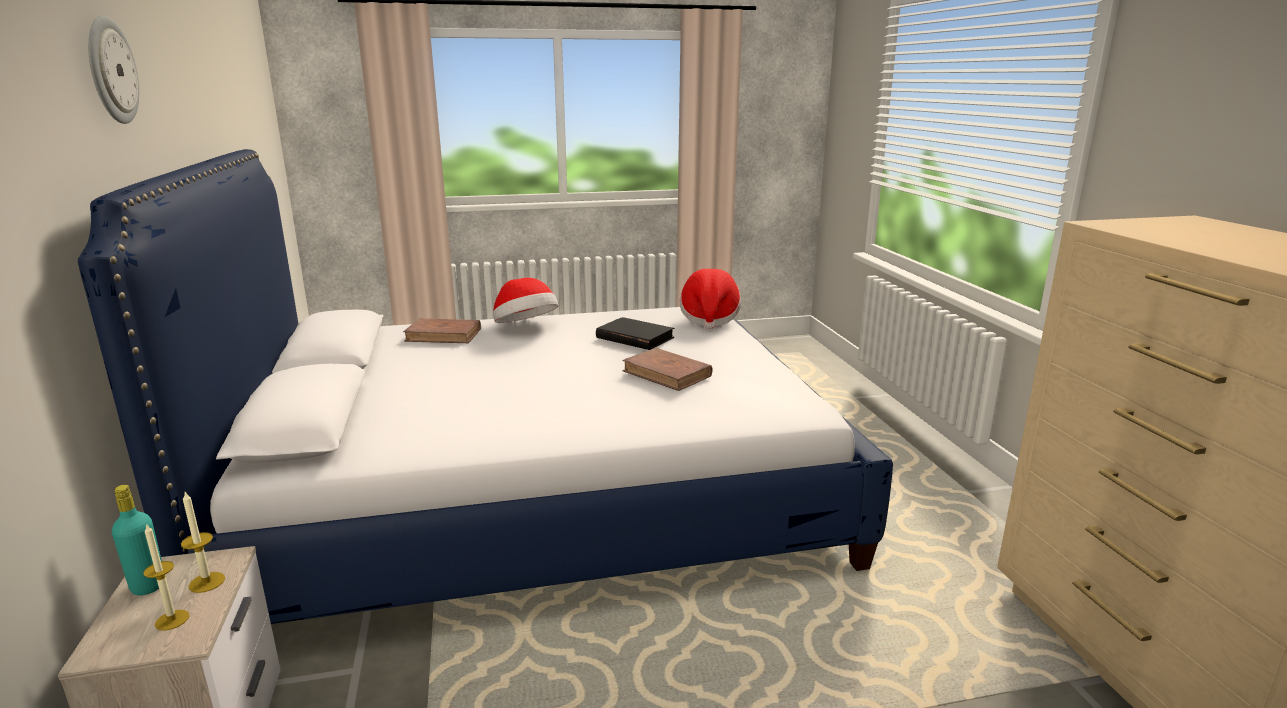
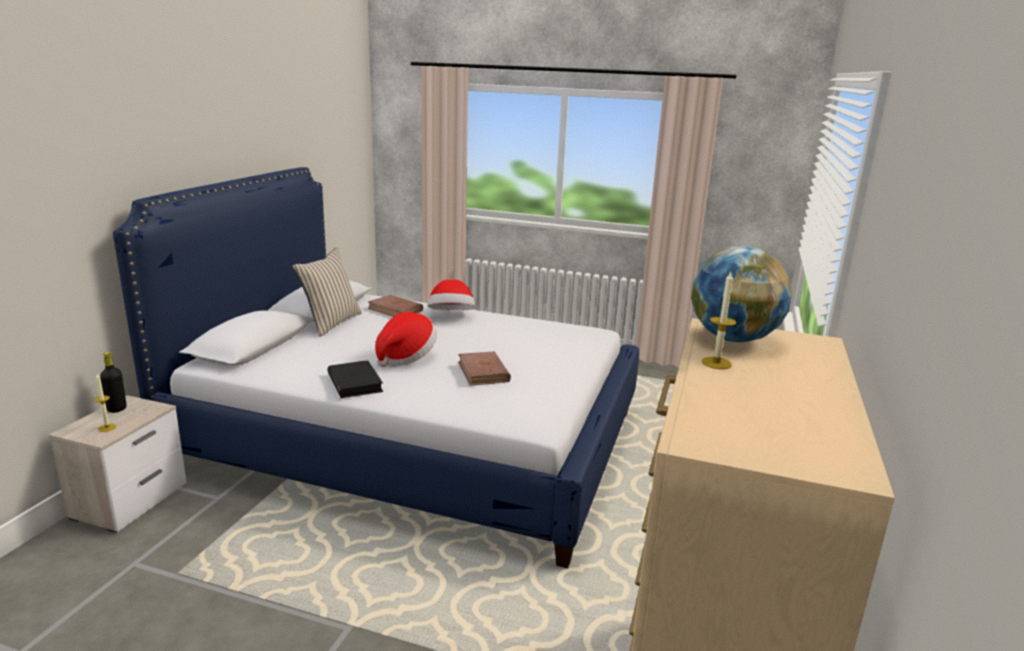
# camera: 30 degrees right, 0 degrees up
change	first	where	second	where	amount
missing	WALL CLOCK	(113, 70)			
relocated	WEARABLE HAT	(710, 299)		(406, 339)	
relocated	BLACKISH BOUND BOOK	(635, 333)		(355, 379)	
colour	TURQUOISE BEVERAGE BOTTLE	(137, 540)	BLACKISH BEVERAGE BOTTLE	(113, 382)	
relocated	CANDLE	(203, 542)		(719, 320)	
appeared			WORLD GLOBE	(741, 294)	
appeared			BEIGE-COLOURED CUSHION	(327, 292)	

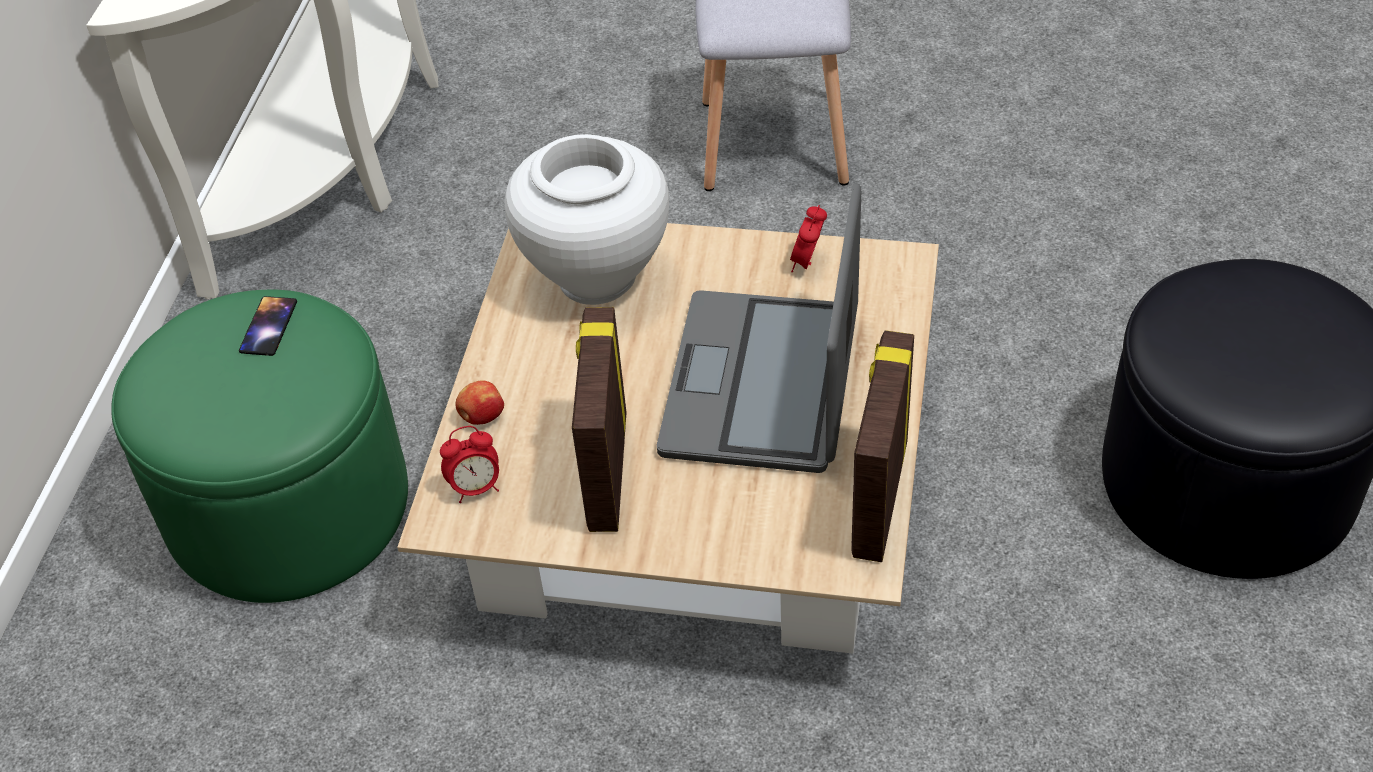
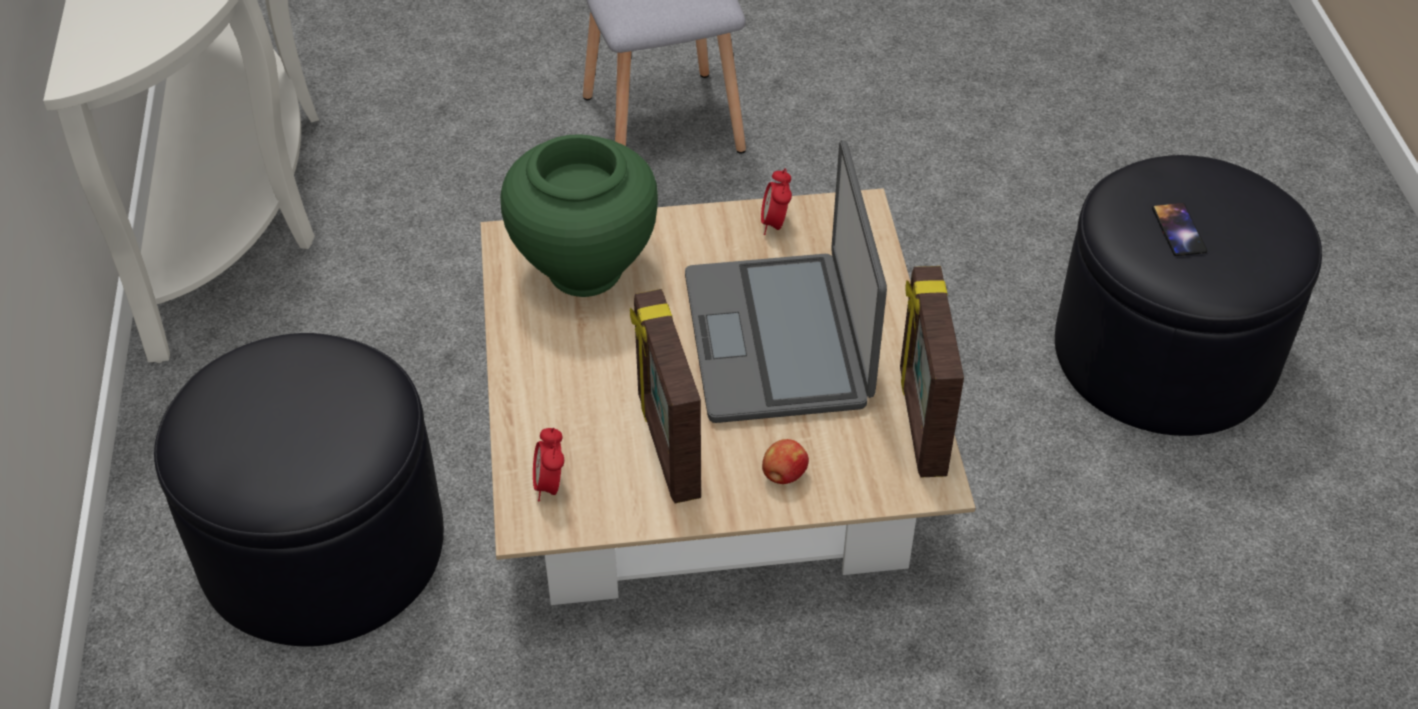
# camera: 20 degrees left, 0 degrees up
change	first	where	second	where	amount
colour	WHITE DECORATIVE VASE	(587, 219)	GREENISH DECORATIVE VASE	(579, 215)	
colour	GREENISH OTTOMAN	(259, 446)	BLACKISH OTTOMAN	(299, 490)	
relocated	TELEPHONE	(268, 326)		(1179, 229)	
relocated	APPLE	(479, 402)		(785, 461)	
spun	BEDSIDE CLOCK	(469, 464)		(548, 464)	120 degrees clockwise

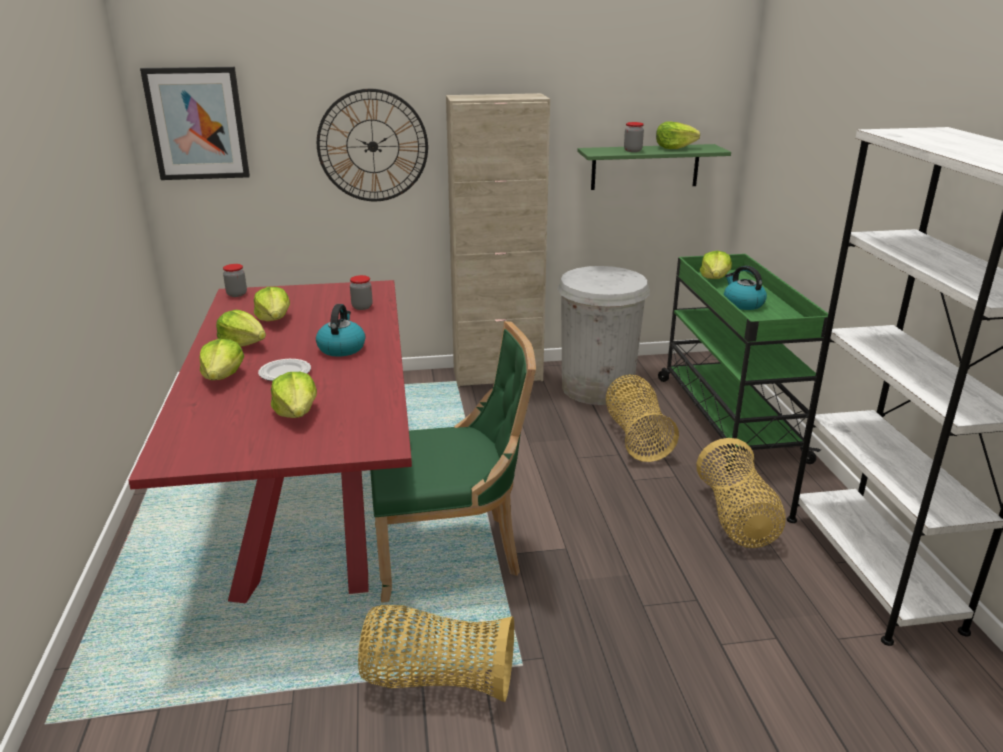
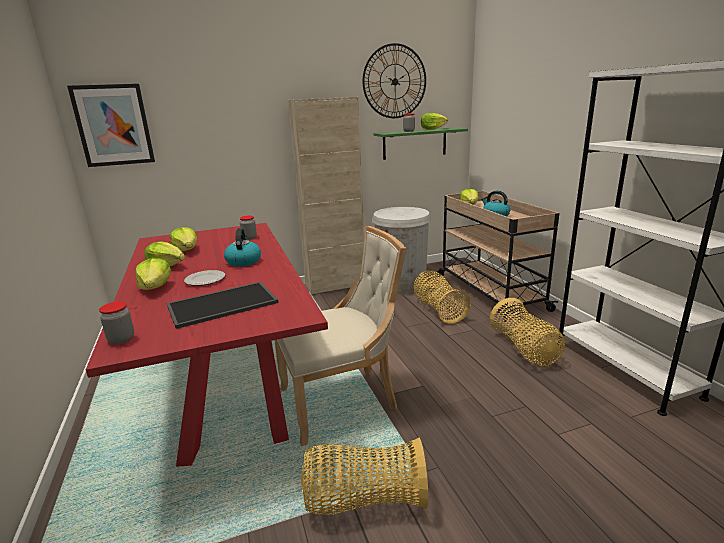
# camera: 10 degrees left, 5 degrees down
change	first	where	second	where	amount
relocated	WALL CLOCK	(372, 145)		(394, 80)	
colour	GREENISH TROLLEY	(743, 362)	BEIGE-COLOURED TROLLEY	(498, 256)	
relocated	JAR	(235, 280)		(116, 323)	
colour	GREENISH PLAIN CHAIR	(453, 462)	BEIGE-COLOURED PLAIN CHAIR	(340, 336)	
exchanged	LETTUCE HEAD	(294, 395)	CARRYING TRAY	(222, 305)	

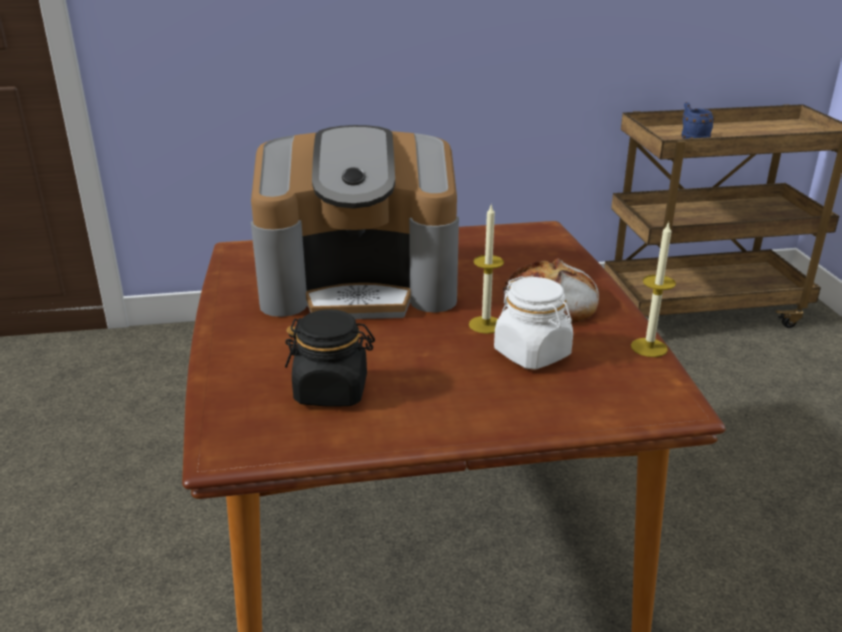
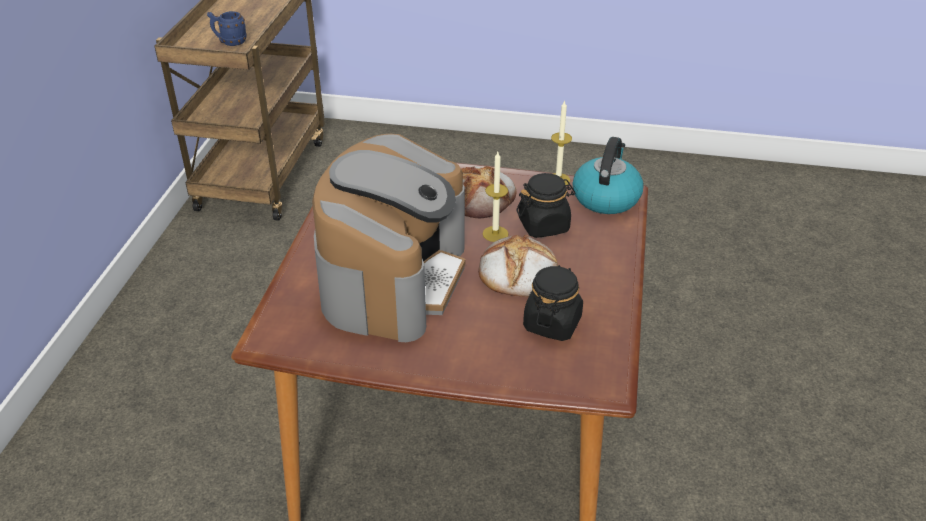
# camera: 70 degrees left, 10 degrees up
change	first	where	second	where	amount
colour	WHITE JAR	(533, 323)	BLACKISH JAR	(546, 205)	
appeared			KETTLE	(608, 175)	
appeared			BAKERY BREAD	(518, 266)	

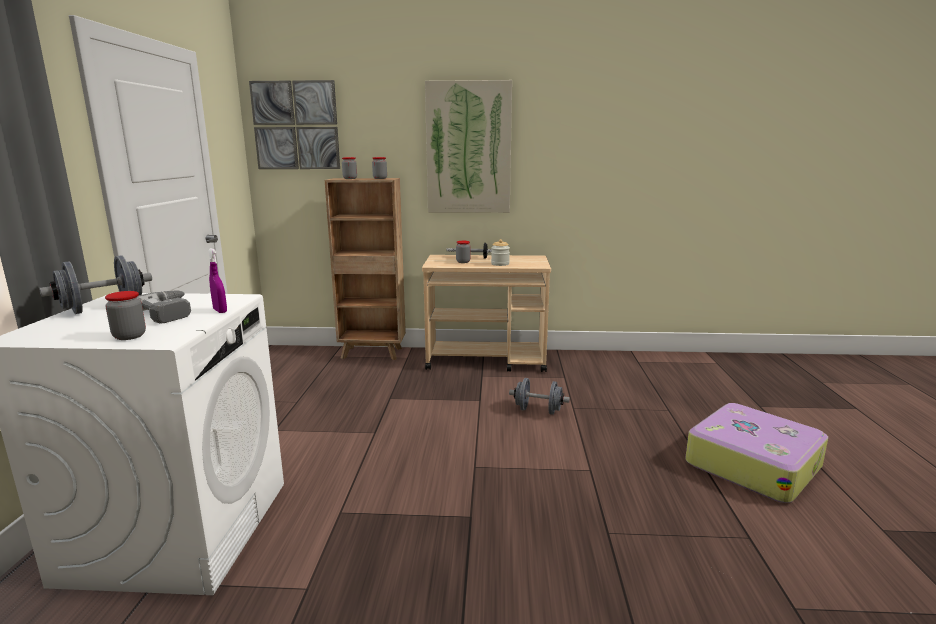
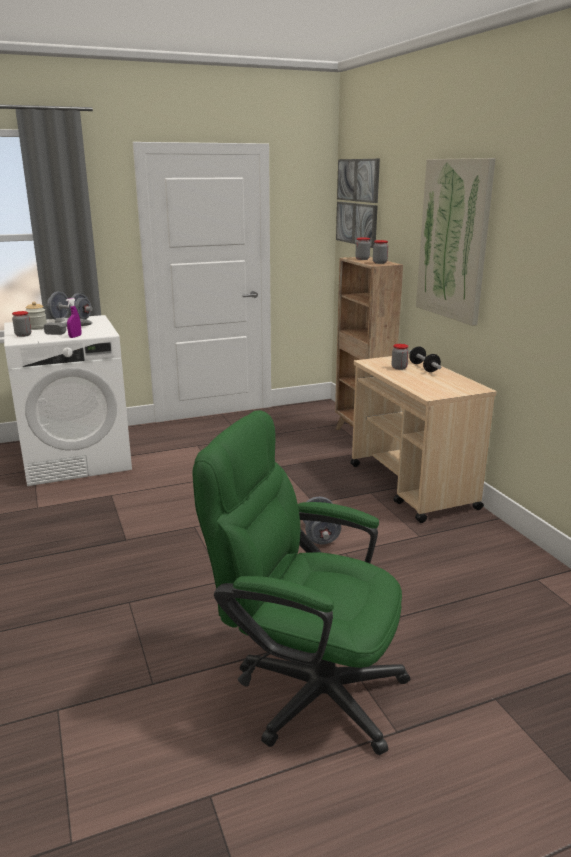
# camera: 65 degrees right, 5 degrees up
change	first	where	second	where	amount
relocated	JAR	(500, 252)		(36, 316)	
exchanged	TRAVEL CASE	(756, 453)	GREENISH OFFICE CHAIR	(301, 582)	

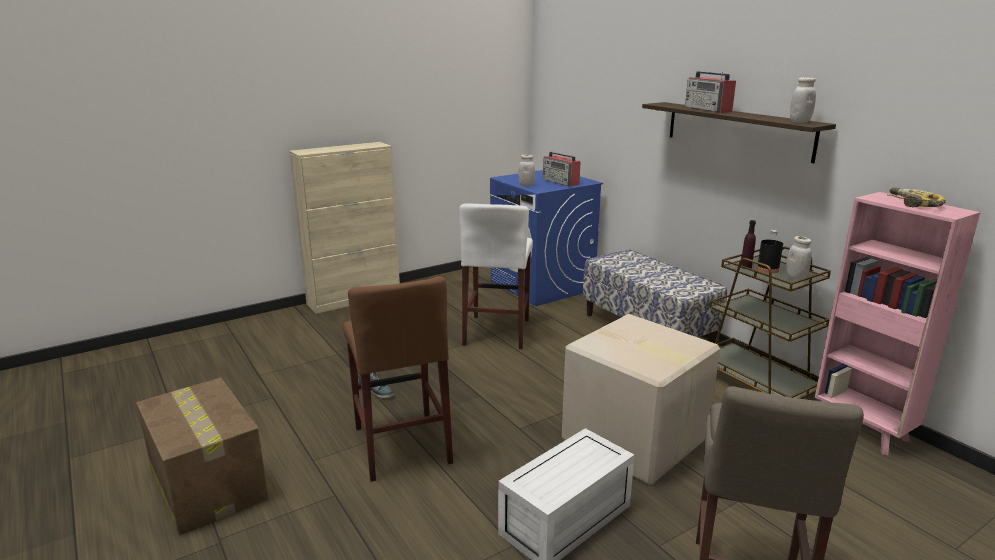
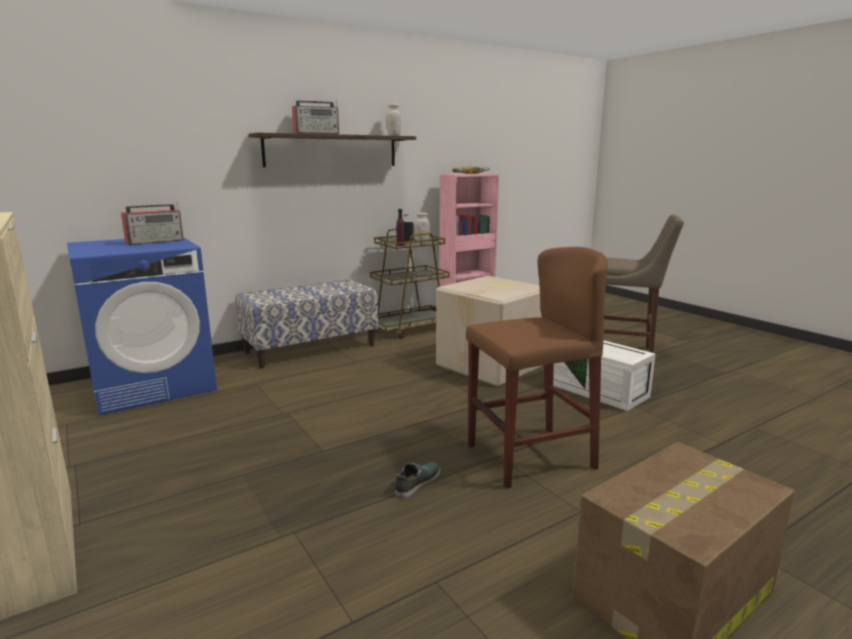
# camera: 90 degrees left, 5 degrees down
change	first	where	second	where	amount
missing	WHITE JAR	(527, 170)			
missing	WHITE STOOL SEAT	(496, 276)			

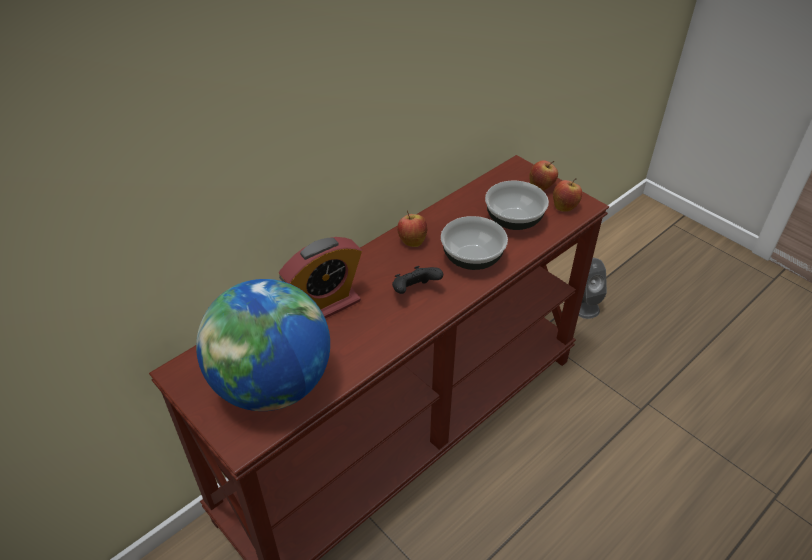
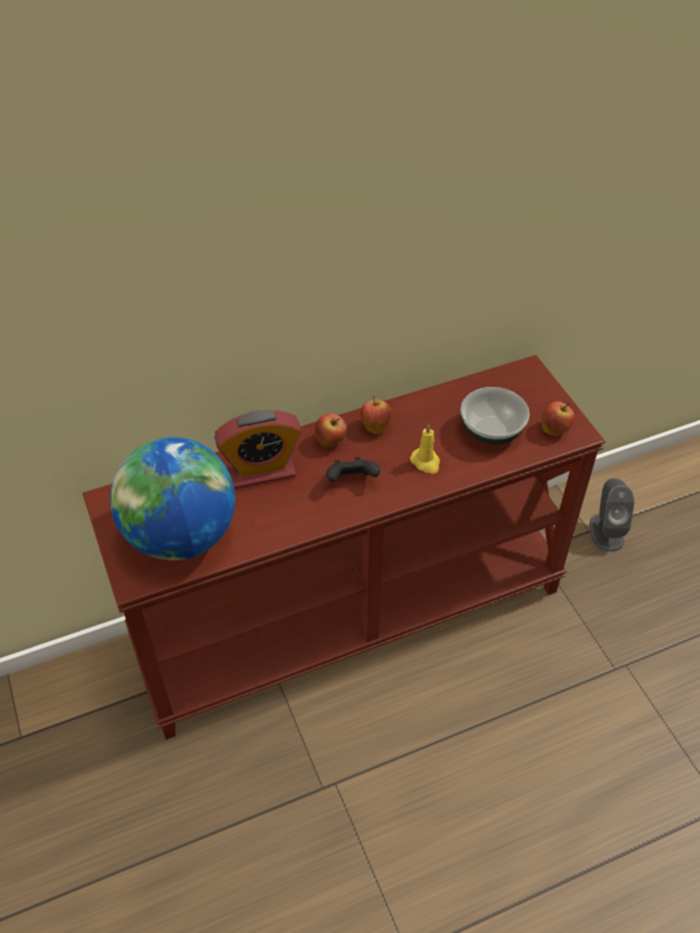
# camera: 20 degrees right, 5 degrees up
change	first	where	second	where	amount
relocated	APPLE	(543, 175)		(330, 430)	
exchanged	SERVING BOWL	(474, 243)	YELLOWISH CANDLE	(425, 449)	

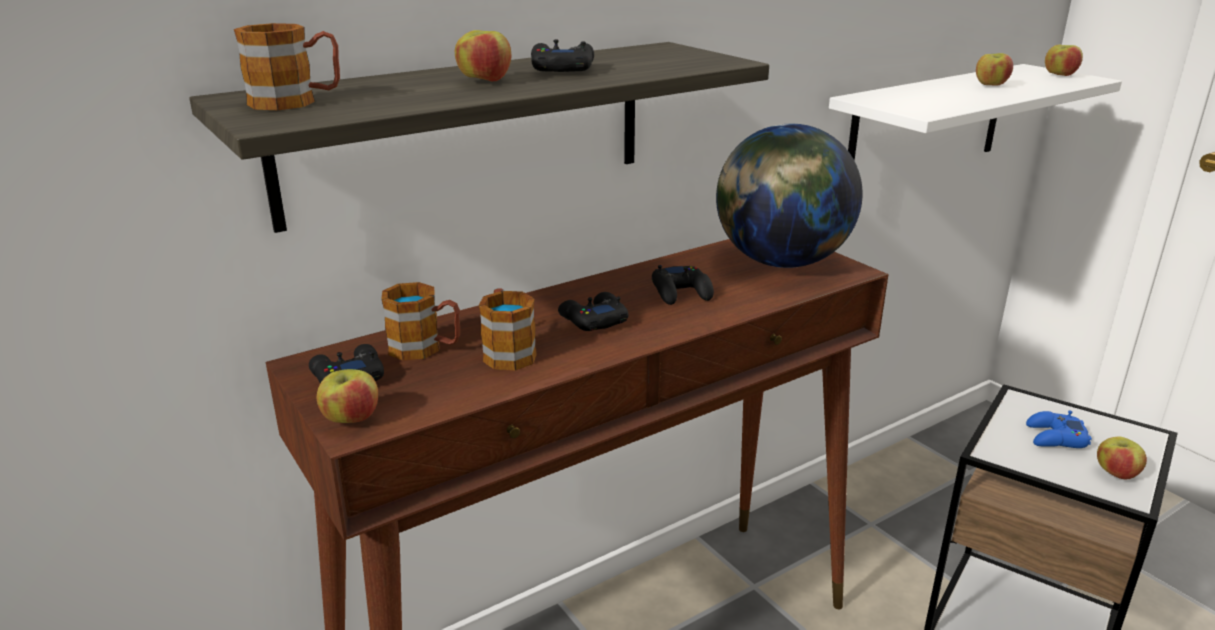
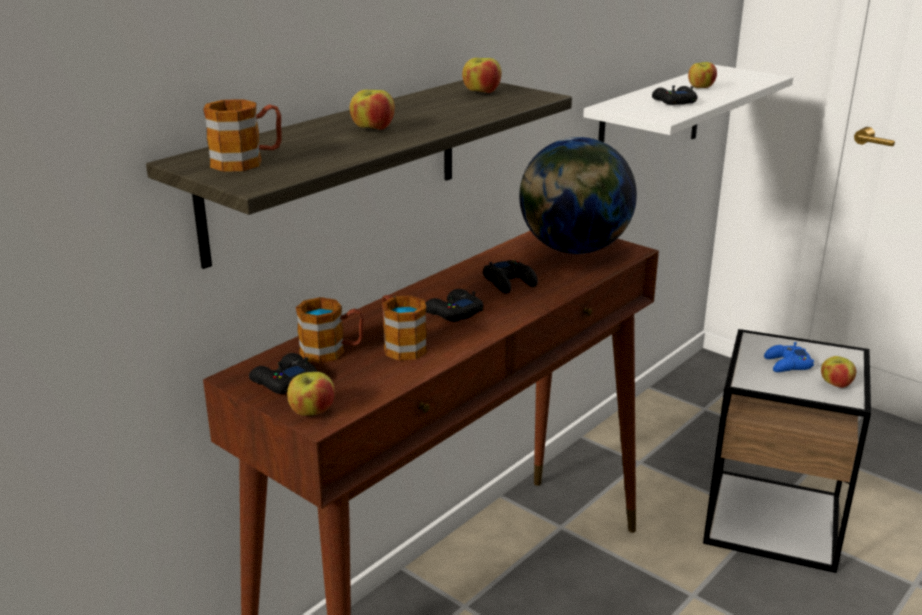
# camera: 15 degrees left, 0 degrees up
change	first	where	second	where	amount
relocated	BLACKISH GAMEPAD	(562, 55)		(675, 95)	
relocated	APPLE	(1064, 60)		(482, 75)	

